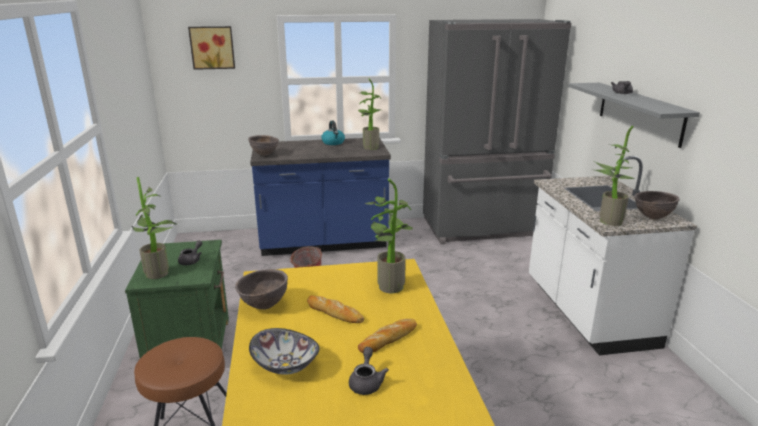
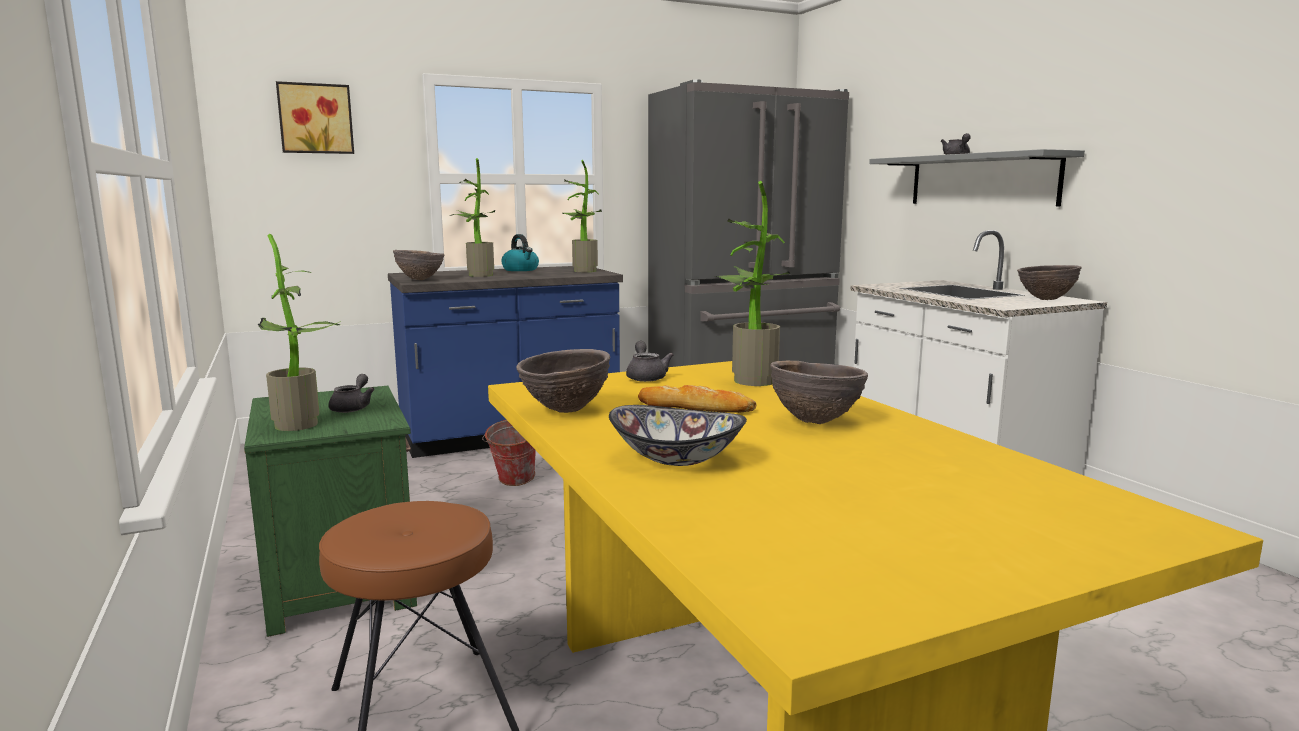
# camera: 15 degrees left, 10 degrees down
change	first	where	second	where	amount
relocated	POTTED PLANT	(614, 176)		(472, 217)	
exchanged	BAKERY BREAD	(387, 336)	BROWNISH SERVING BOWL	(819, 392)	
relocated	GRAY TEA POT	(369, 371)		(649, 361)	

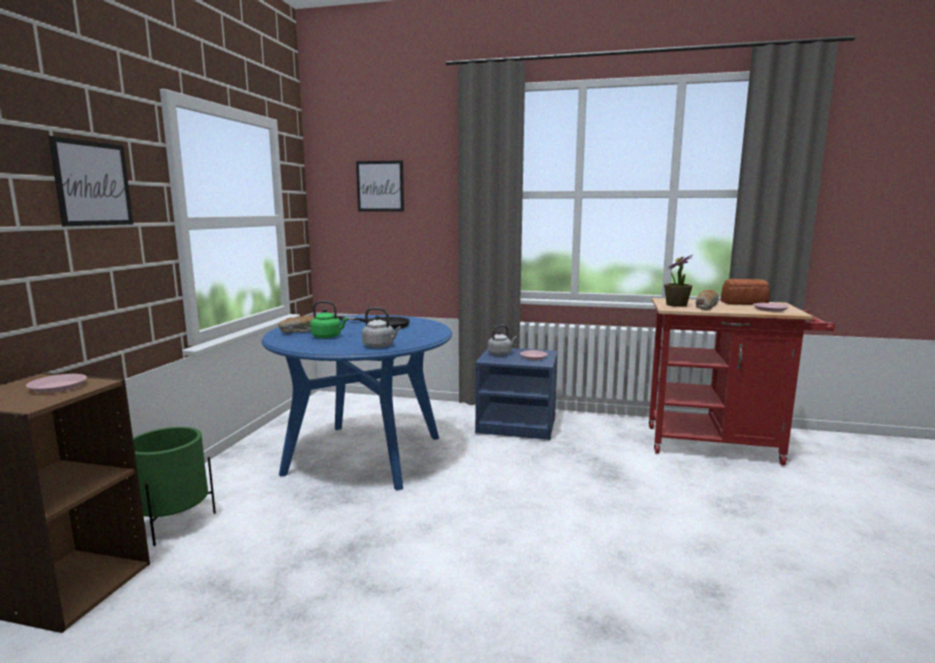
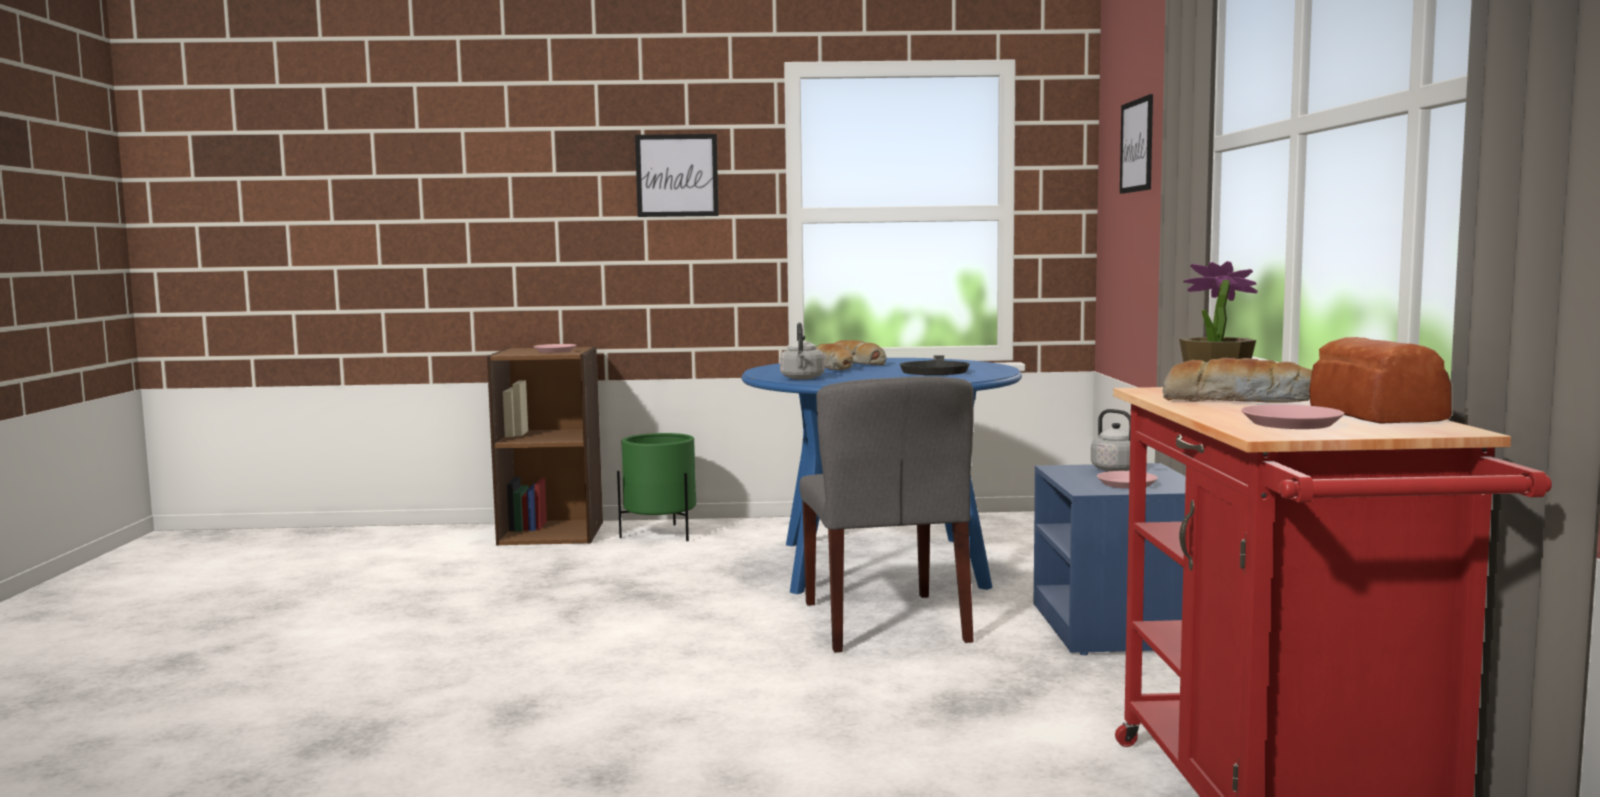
# camera: 75 degrees right, 5 degrees down
change	first	where	second	where	amount
exchanged	GREENISH KETTLE	(329, 319)	BAKERY BREAD	(835, 356)	
appeared			GRAY PLAIN CHAIR	(886, 514)	

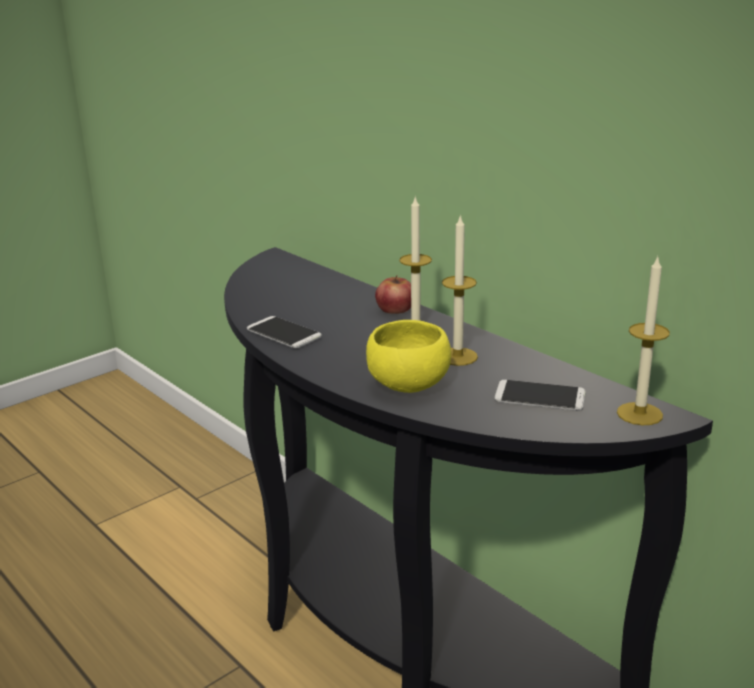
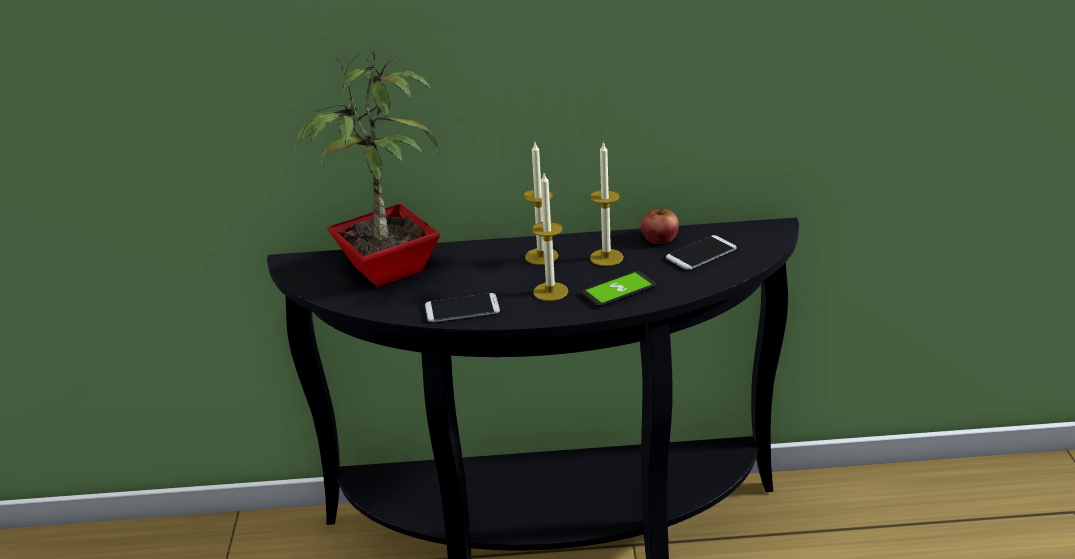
# camera: 50 degrees left, 5 degrees up
change	first	where	second	where	amount
relocated	CANDLE	(643, 340)		(550, 237)	
relocated	APPLE	(393, 294)		(660, 225)	
exchanged	YELLOWISH SERVING BOWL	(408, 356)	TELEPHONE	(619, 289)	
appeared			POTTED PLANT	(367, 169)	

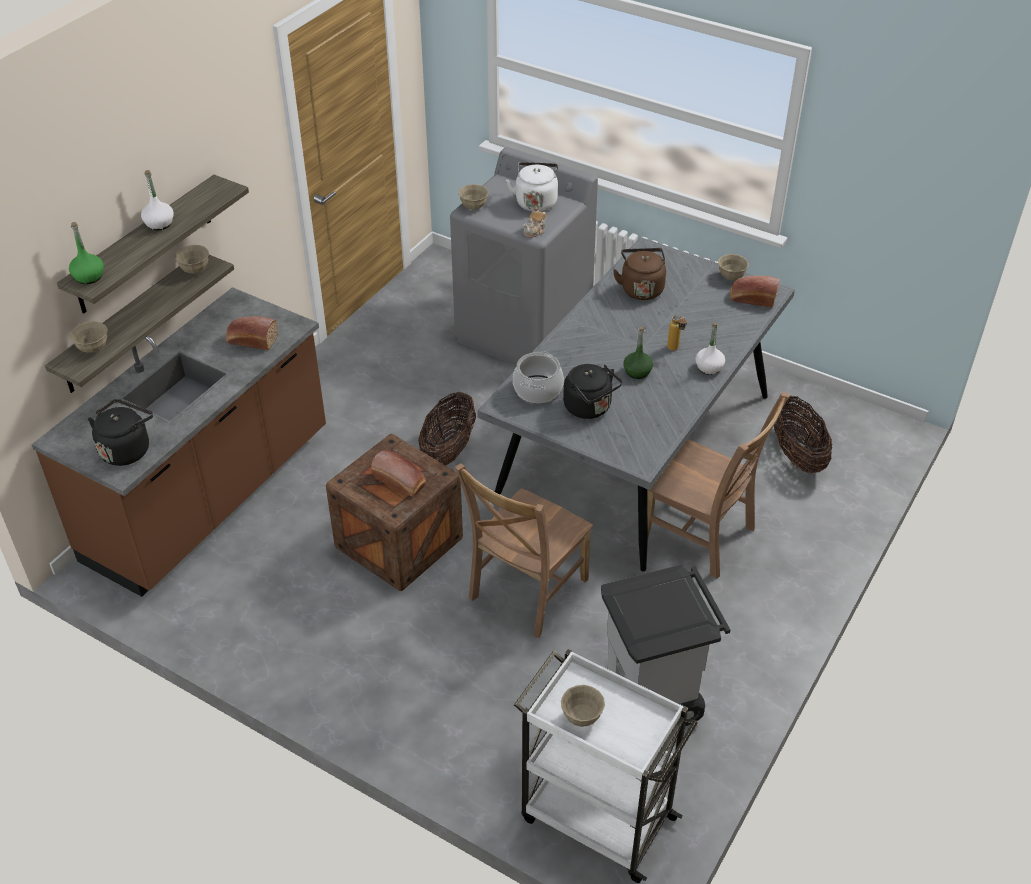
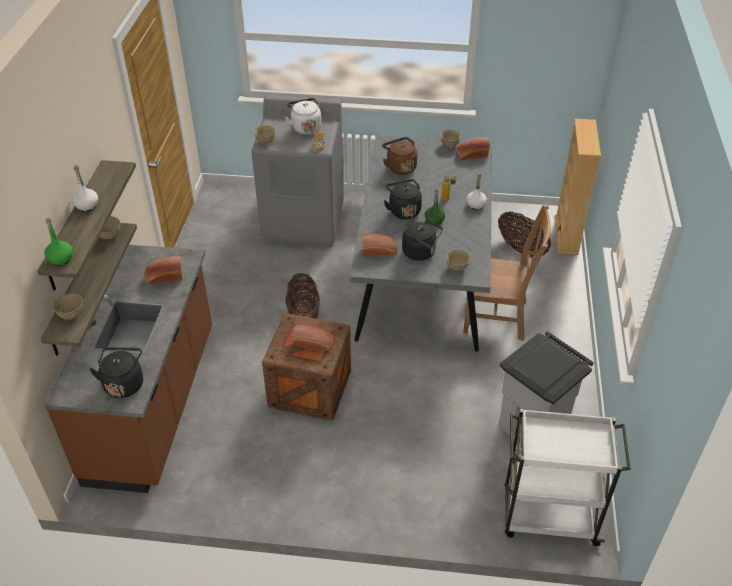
# camera: 25 degrees left, 0 degrees up
change	first	where	second	where	amount
exchanged	COOKING POT	(538, 377)	BAKERY BREAD	(380, 245)	
missing	BROWNISH PLAIN CHAIR	(524, 550)			
relocated	BEIGE-COLOURED SERVING BOWL	(583, 706)		(458, 260)	
appeared			BEIGE-COLOURED BOOKSHELF	(578, 186)	
appeared			BLACKISH KETTLE	(403, 199)	

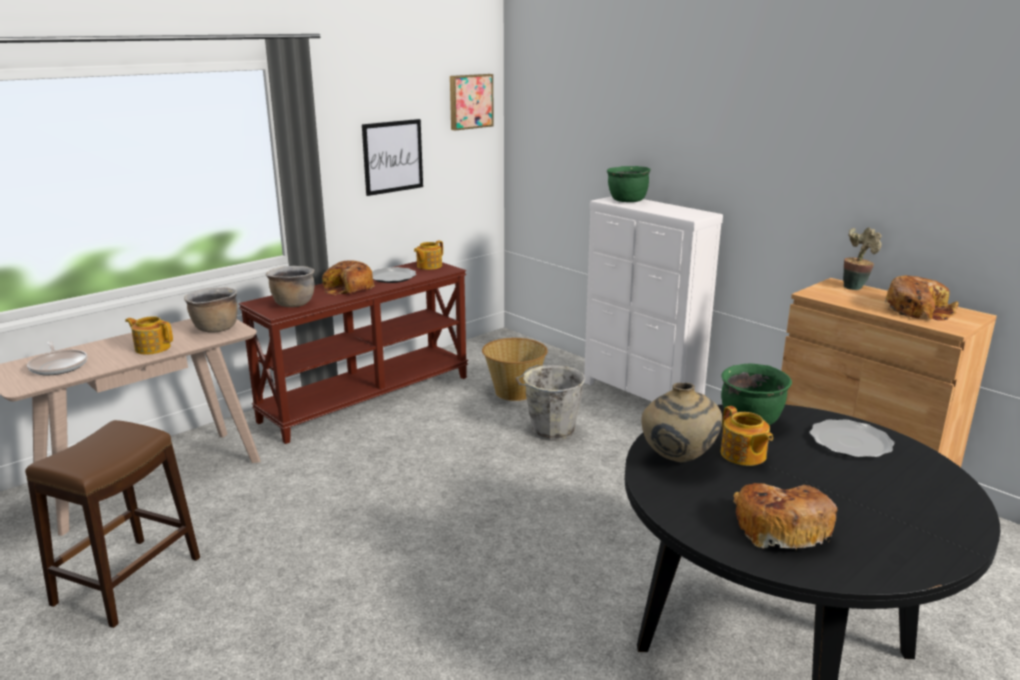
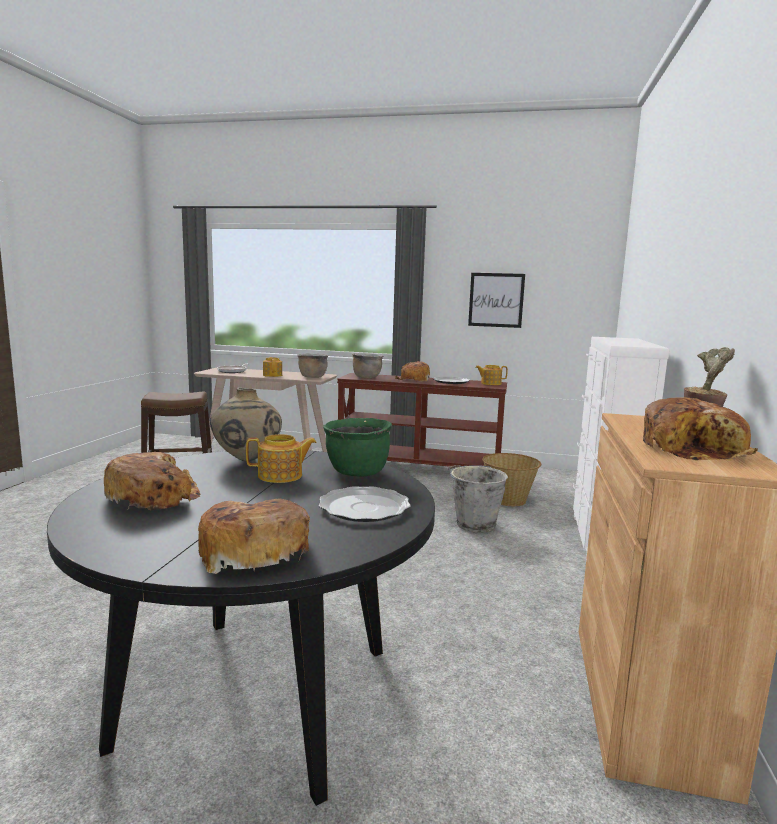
# camera: 55 degrees right, 10 degrees down
change	first	where	second	where	amount
missing	WALL PICTURE	(472, 102)			
missing	GREENISH COOKING POT	(629, 184)			
spun	TEA POT	(747, 436)		(281, 458)	135 degrees counterclockwise
appeared			BAKERY BREAD	(254, 536)	

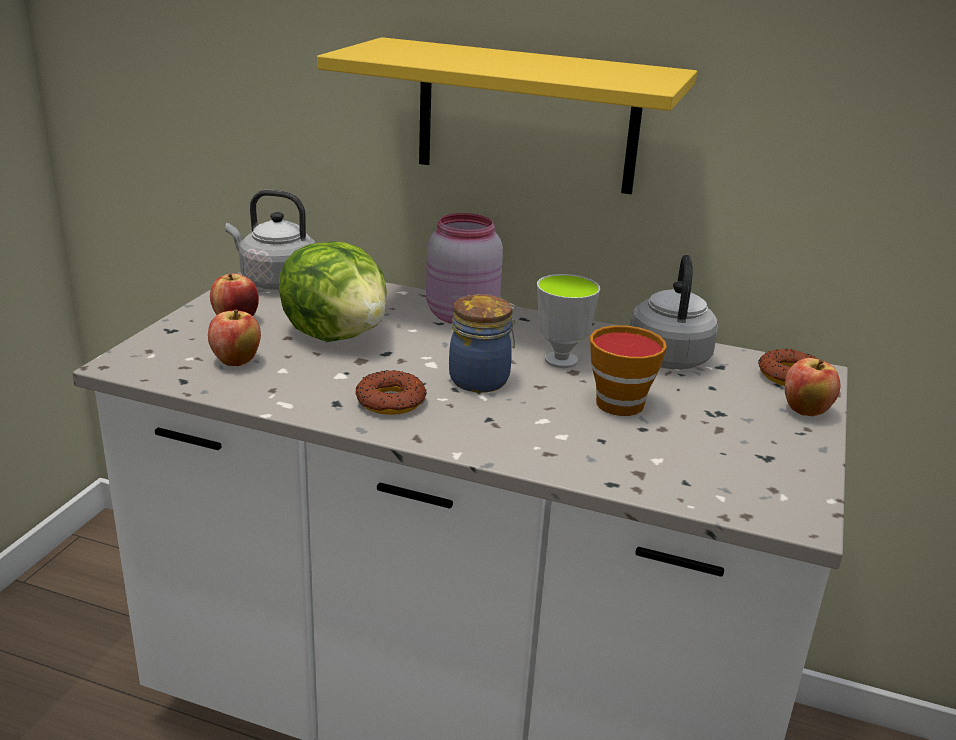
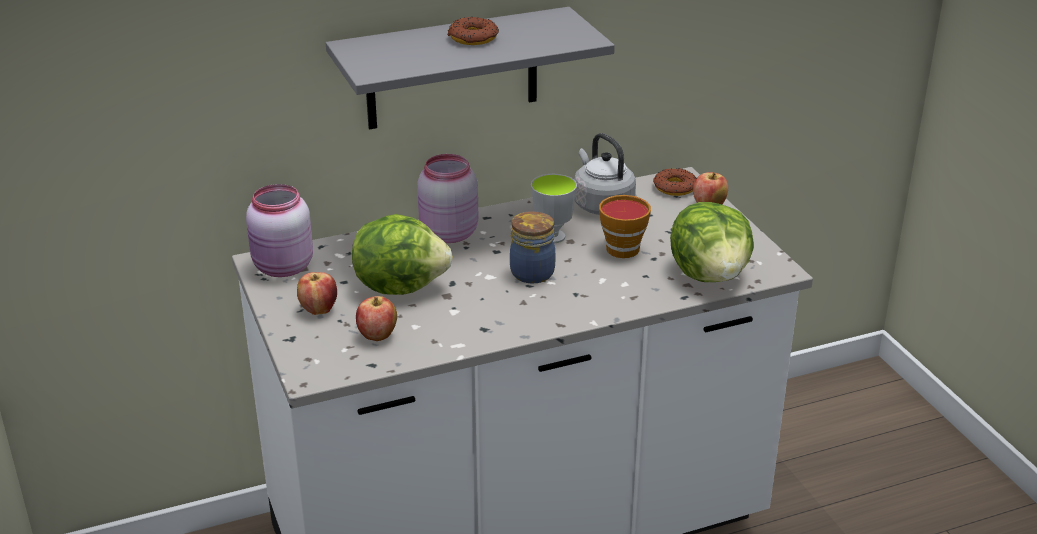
# camera: 40 degrees left, 5 degrees up
change	first	where	second	where	amount
colour	YELLOWISH WALL SHELF	(507, 115)	GRAY WALL SHELF	(470, 68)	
exchanged	GRAY KETTLE	(270, 240)	PINK-COLOURED JAR	(279, 230)	
relocated	RING DOUGHNUT	(391, 392)		(473, 31)	
appeared			LETTUCE HEAD	(712, 242)	

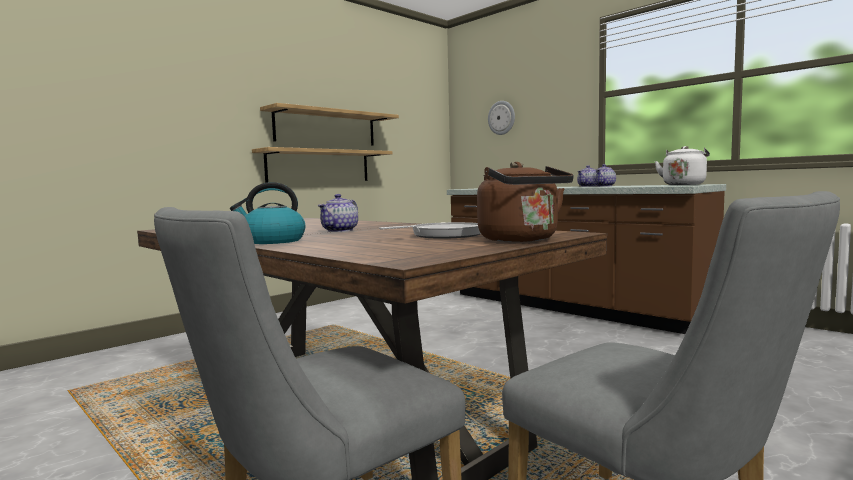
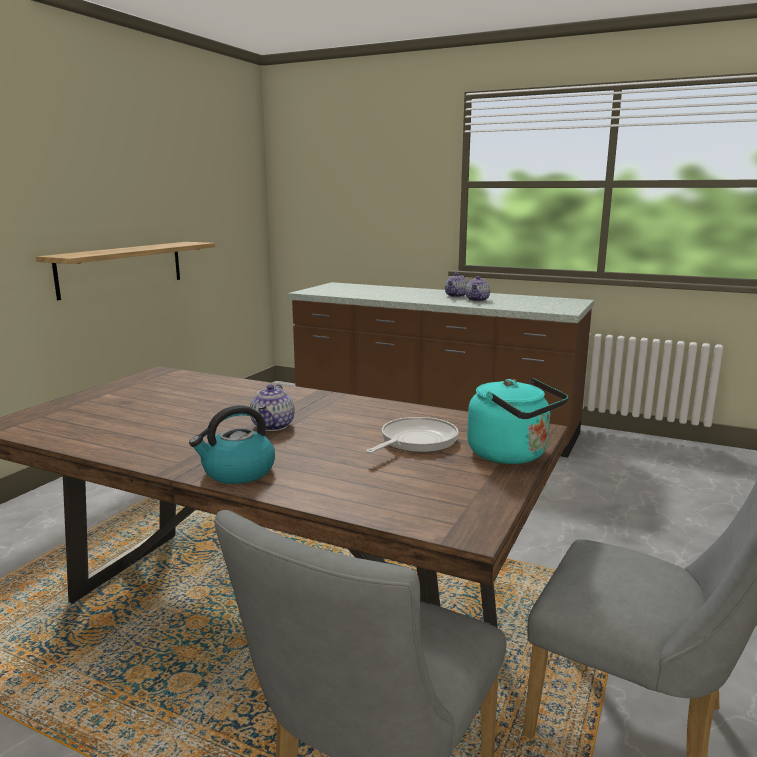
# camera: 20 degrees left, 10 degrees up
change	first	where	second	where	amount
missing	WALL CLOCK	(501, 118)			
missing	WALL SHELF	(329, 124)			
missing	WHITE KETTLE	(682, 165)			
colour	BROWNISH KETTLE	(525, 202)	TURQUOISE KETTLE	(517, 421)	

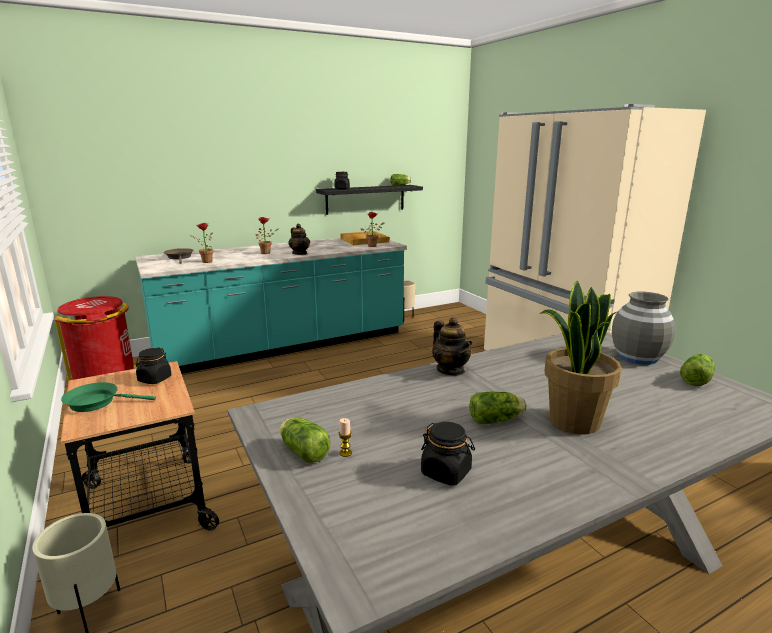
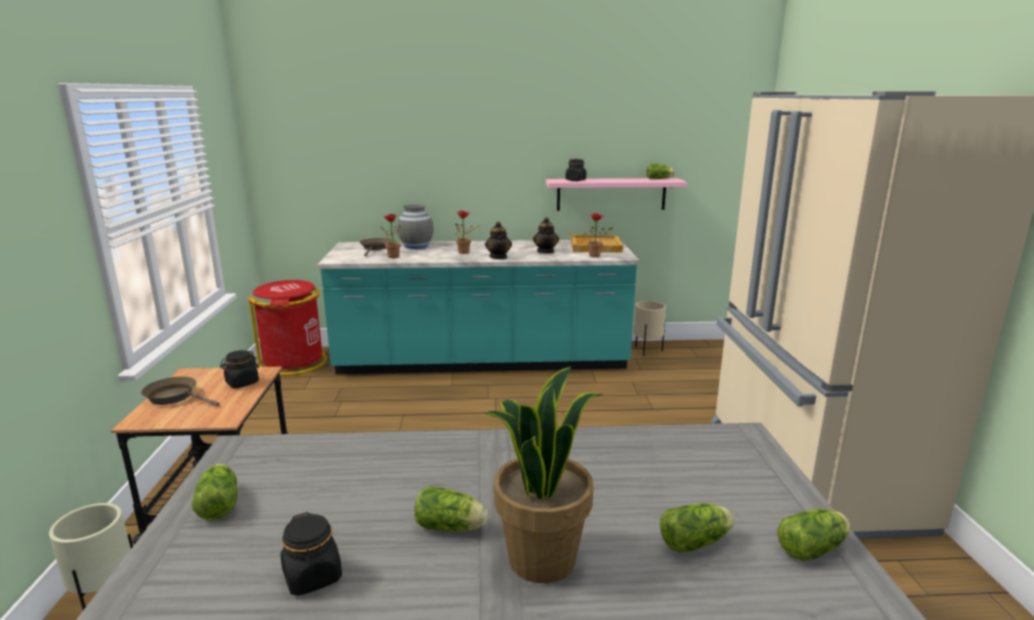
# camera: 25 degrees right, 0 degrees up
change	first	where	second	where	amount
colour	BLACKISH WALL SHELF	(369, 200)	PINK-COLOURED WALL SHELF	(616, 194)	
relocated	GRAY DECORATIVE VASE	(643, 328)		(415, 226)	
relocated	TEA POT	(452, 346)		(546, 235)	
colour	GREENISH SKILLET	(108, 397)	BROWNISH SKILLET	(180, 391)	
missing	CANDLE	(345, 437)			
appeared			LETTUCE HEAD	(697, 528)	

